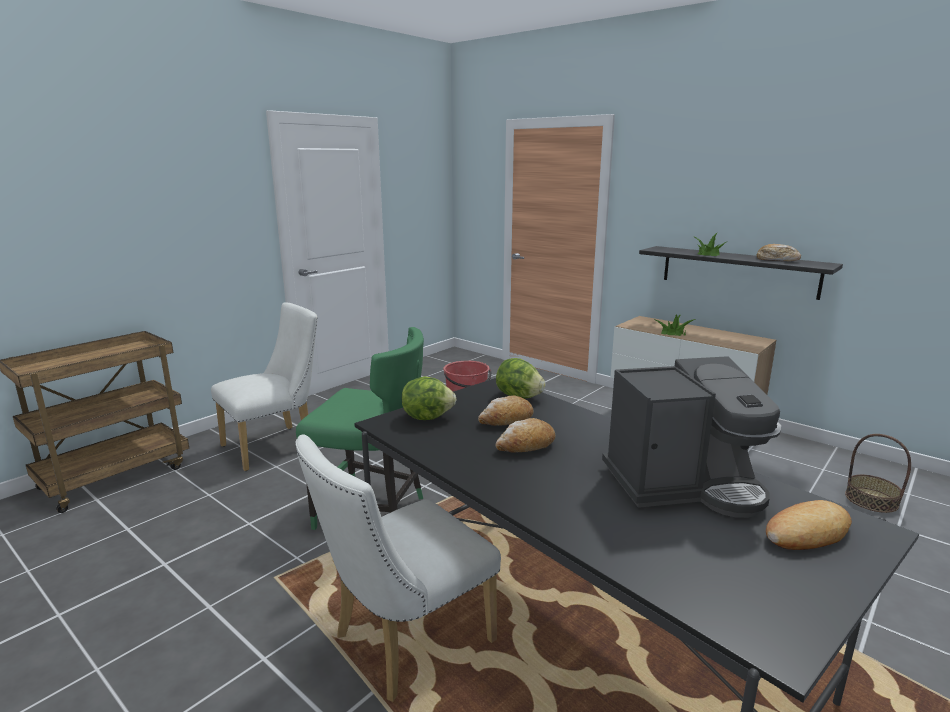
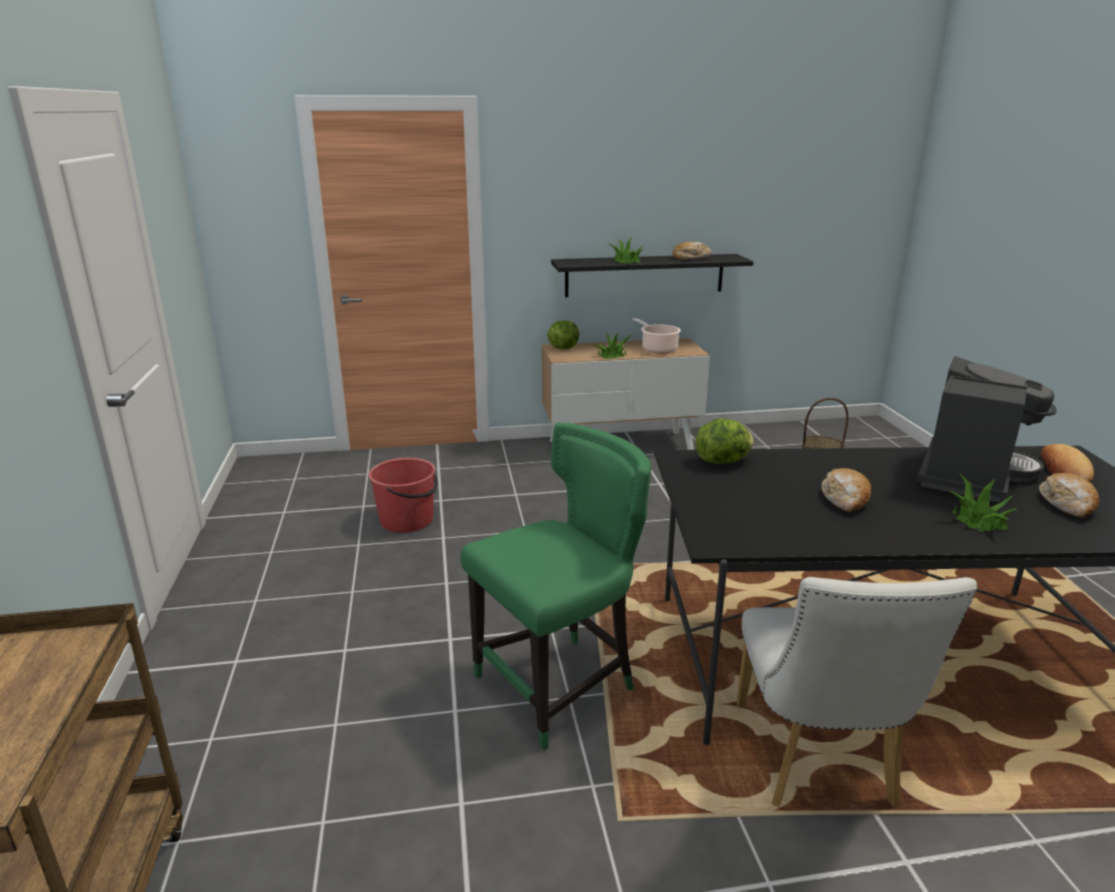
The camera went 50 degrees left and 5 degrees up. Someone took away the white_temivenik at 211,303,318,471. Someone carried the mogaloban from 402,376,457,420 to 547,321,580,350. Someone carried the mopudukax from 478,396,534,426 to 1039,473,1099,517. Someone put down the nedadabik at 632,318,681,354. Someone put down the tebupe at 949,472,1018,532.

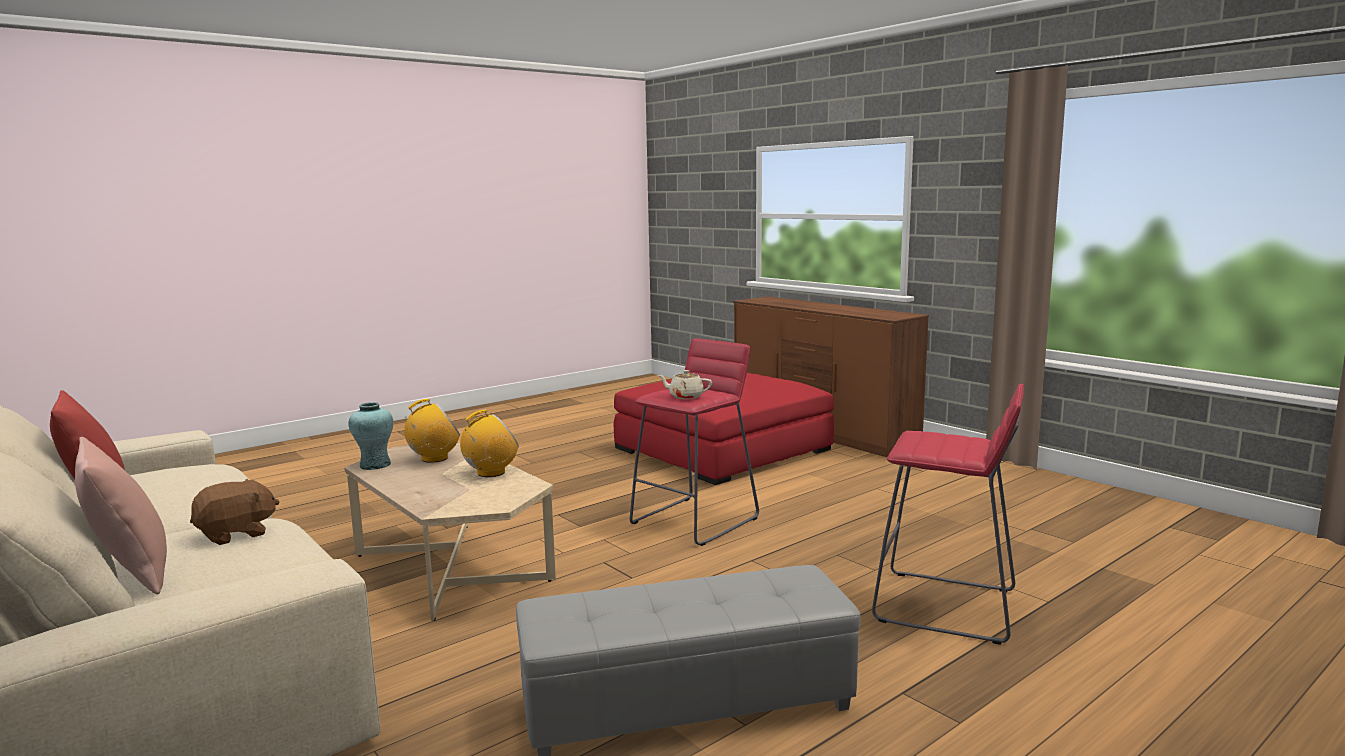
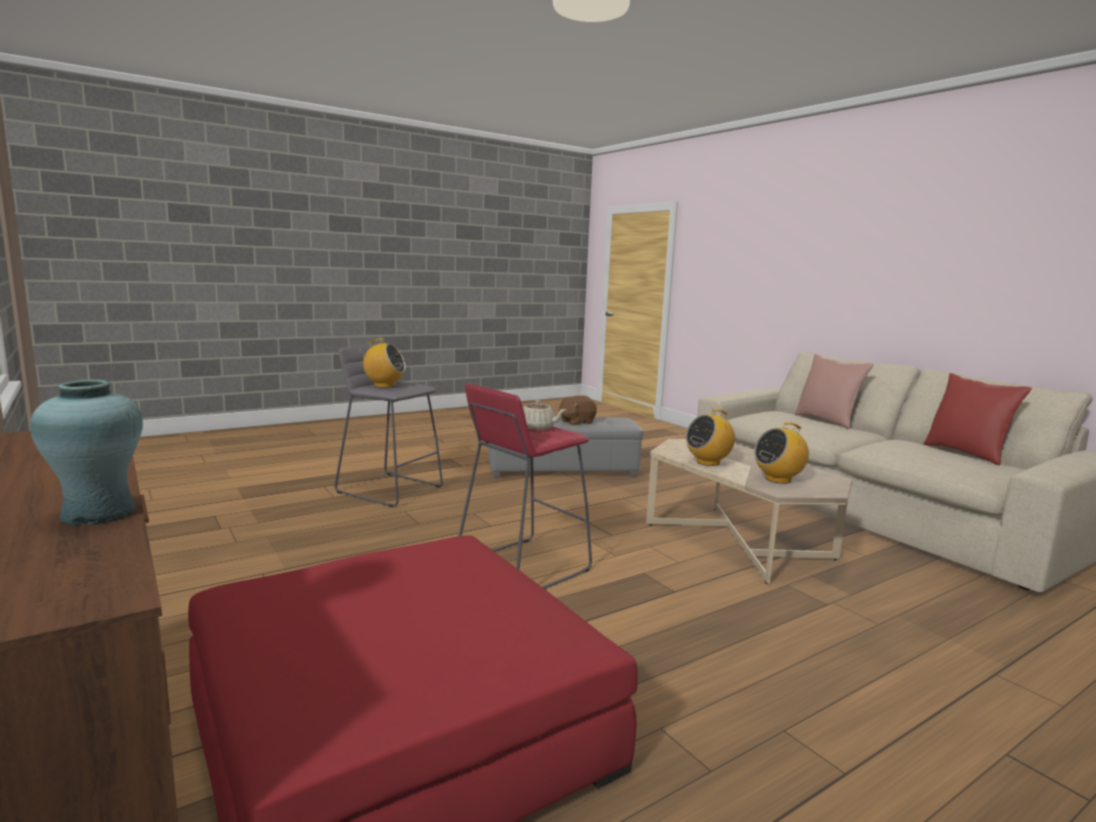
The camera went 175 degrees left and 0 degrees up. Someone carried the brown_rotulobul from 190,479,280,545 to 559,395,597,426. Someone carried the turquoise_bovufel from 348,402,393,470 to 30,379,143,526. Someone repainted the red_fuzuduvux at 872,384,1024,645, which became the grey_fuzuduvux at 335,344,443,507. Someone put down the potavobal at 358,338,406,388.

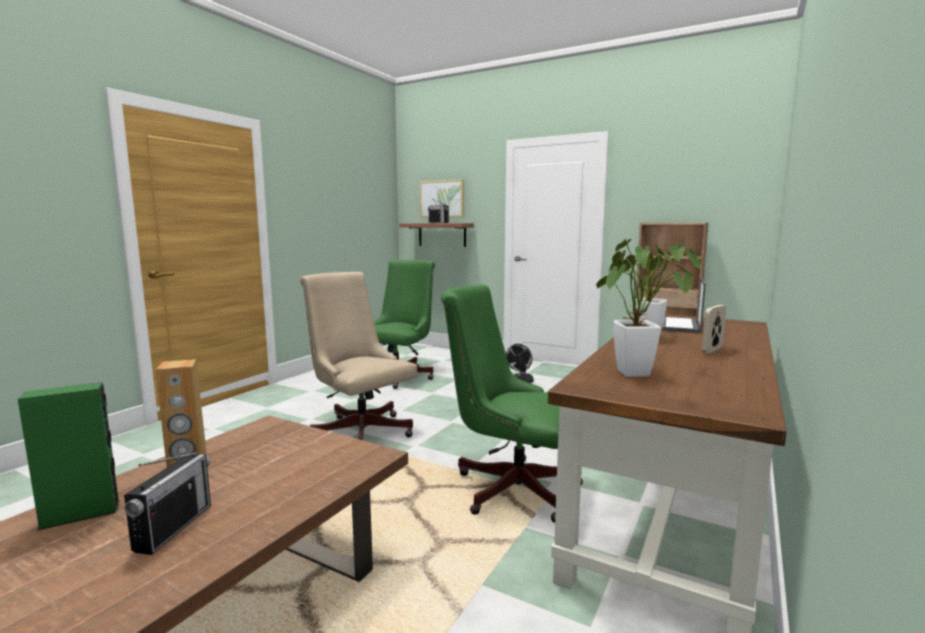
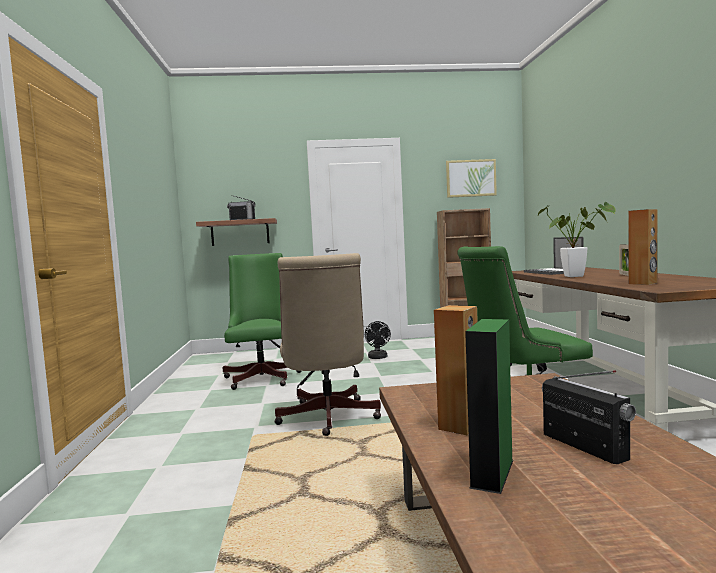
The camera went 35 degrees left and 5 degrees down. Someone rotated the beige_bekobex at 300,272,417,440 by 105 degrees counterclockwise. Someone carried the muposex from 419,179,464,218 to 446,159,497,198. Someone swapped the tebupe at 596,245,693,377 for the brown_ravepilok at 628,209,657,285.

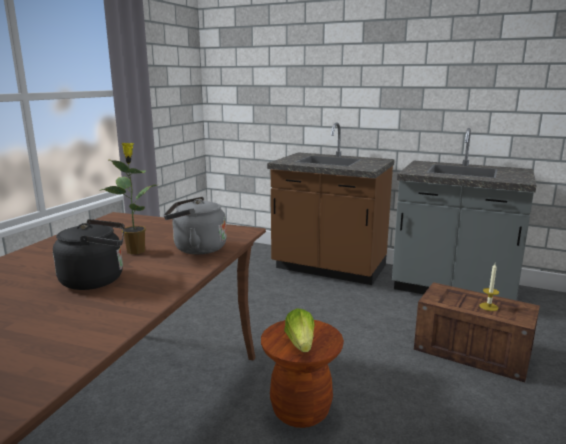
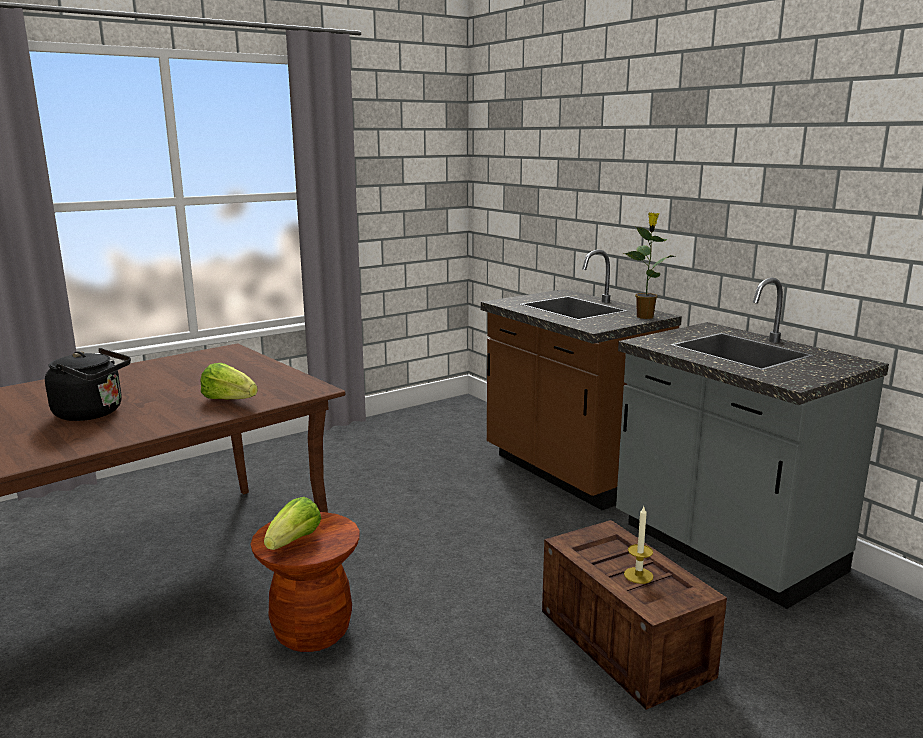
The camera went 30 degrees right and 0 degrees up. Someone carried the tebupe from 99,143,157,254 to 624,213,676,319. Someone swapped the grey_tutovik at 164,197,227,255 for the mogaloban at 200,363,258,399.

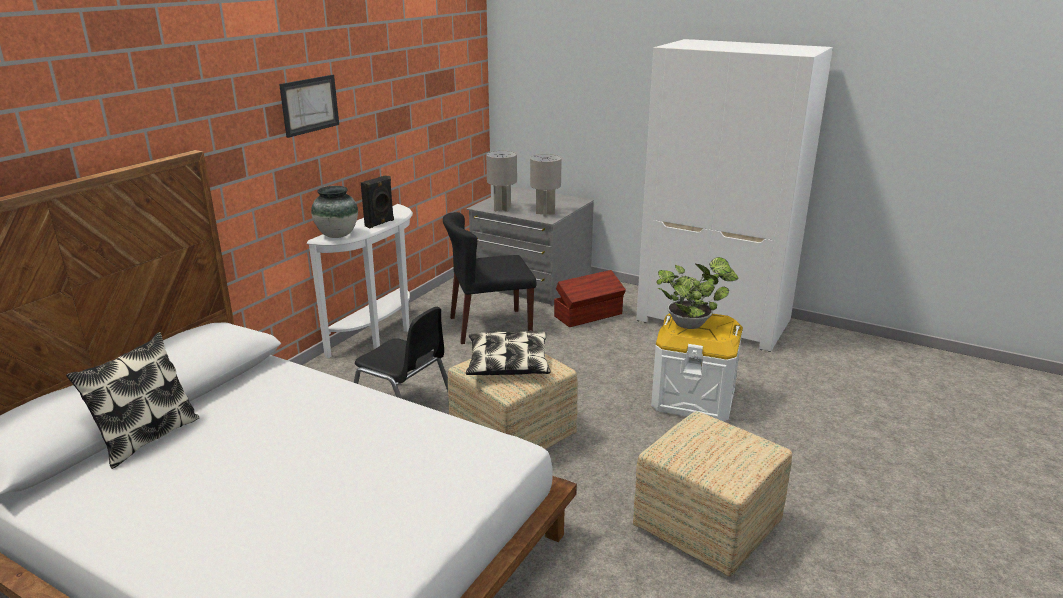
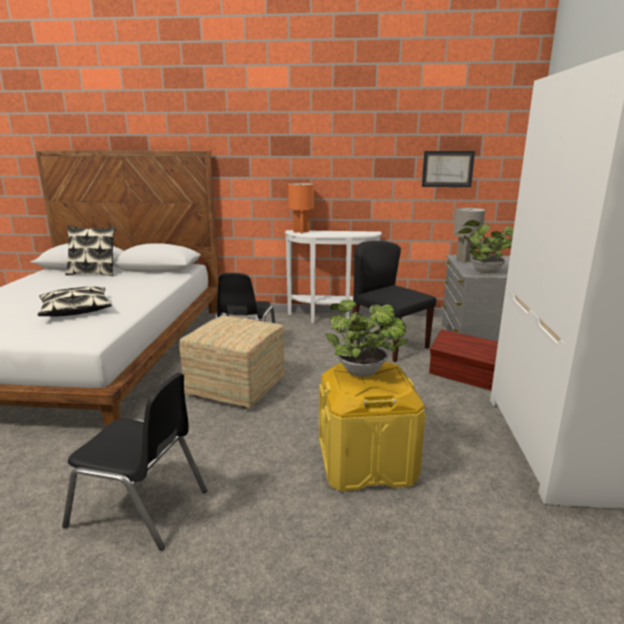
The camera went 65 degrees right and 5 degrees down. Someone carried the muposex from 279,75,339,138 to 422,151,475,187. Someone swapped the bovufel at 311,186,358,238 for the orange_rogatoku at 288,183,314,233. Someone took away the black_ravepilok at 361,176,394,228. Someone carried the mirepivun from 466,331,551,375 to 38,286,112,316. Someone swapped the grey_rogatoku at 530,154,562,217 for the tebupe at 455,220,514,273. Someone swapped the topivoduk at 633,411,792,577 for the black_temivenik at 62,373,207,551. Someone repainted the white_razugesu at 651,313,743,421, which became the yellow_razugesu at 319,361,426,491.

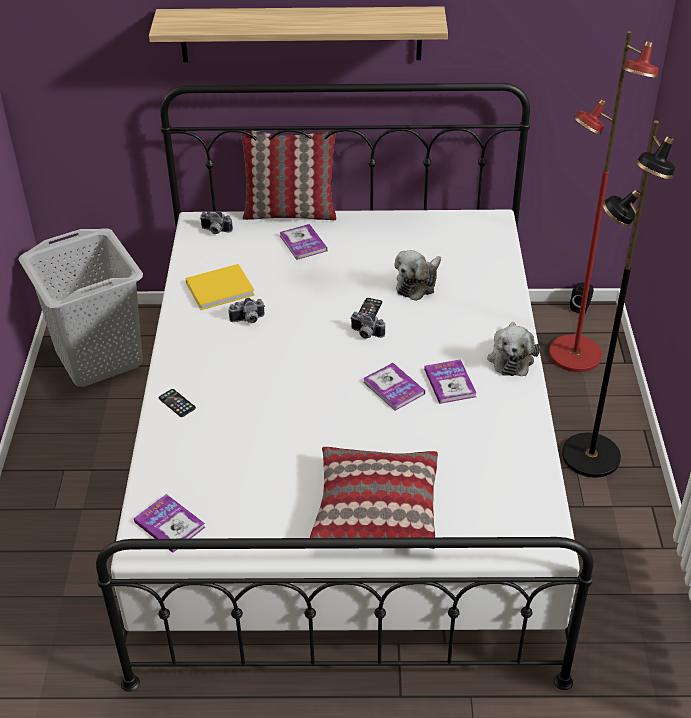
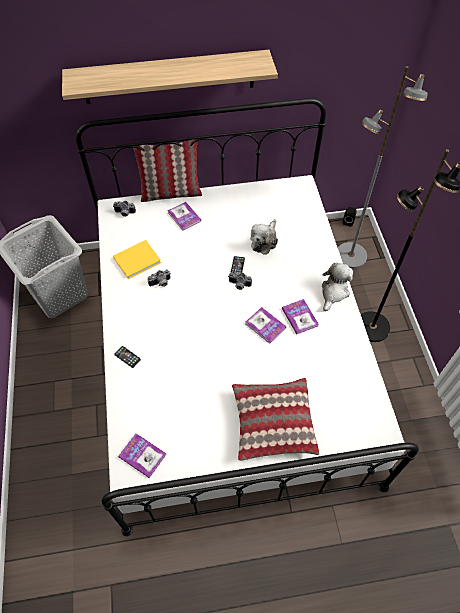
The camera went 10 degrees left and 15 degrees up. Someone rotated the rotulobul at 487,322,540,376 by 150 degrees counterclockwise. Someone repainted the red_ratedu at 549,31,658,372, which became the grey_ratedu at 337,66,428,268.

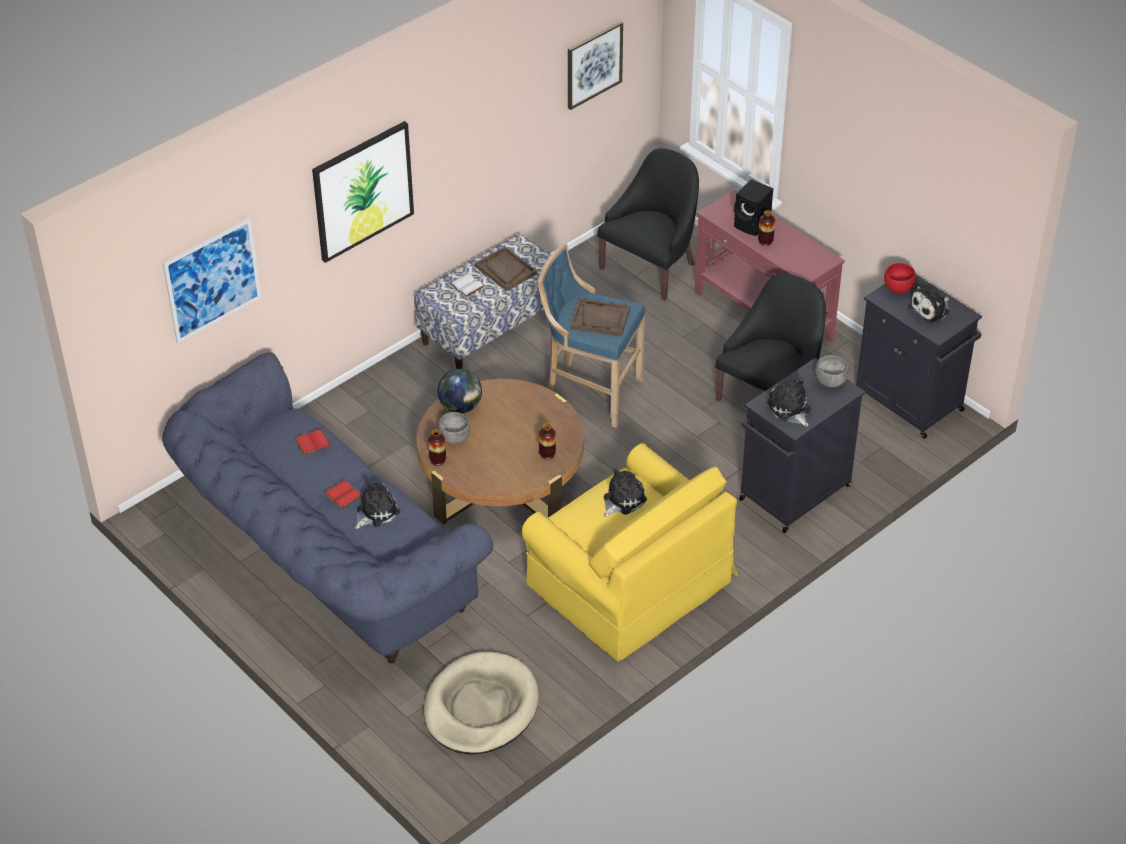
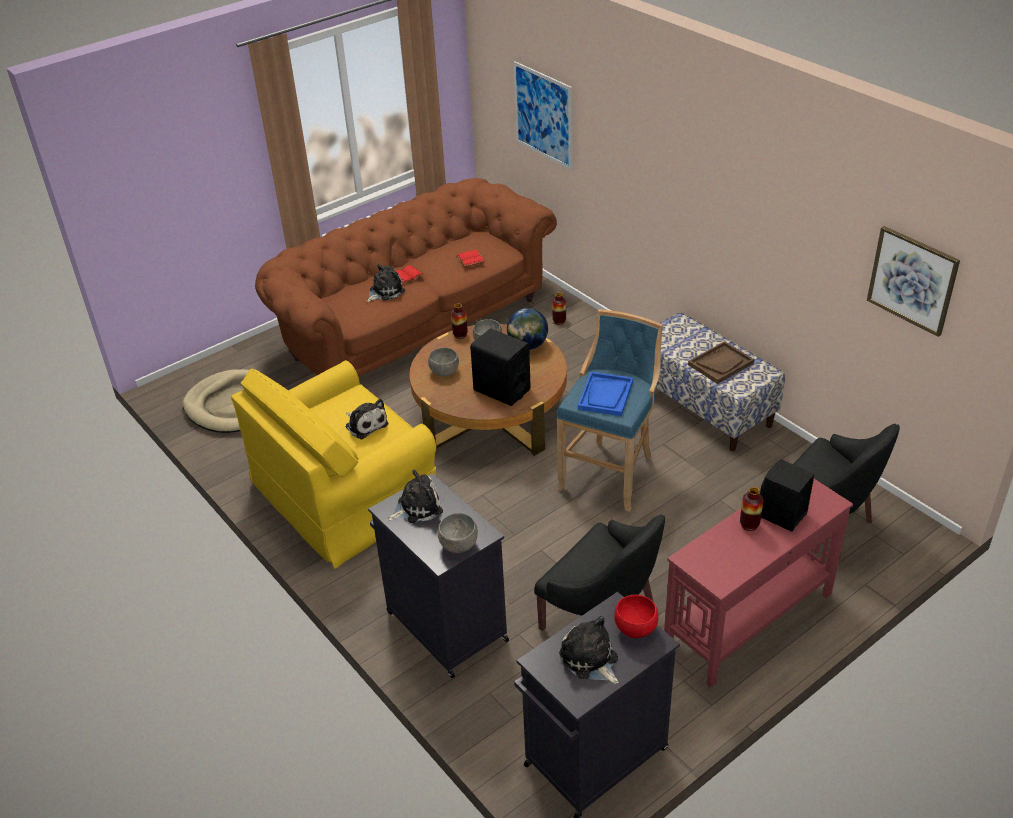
The camera went 95 degrees right and 5 degrees down. Someone repainted the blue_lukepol at 162,352,493,663, which became the brown_lukepol at 255,178,557,377. Someone took away the muposex at 312,121,414,263. Someone rotated the rotulobul at 355,481,400,529 by 90 degrees counterclockwise. Someone took away the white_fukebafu at 449,273,484,297. Someone carried the bovufel from 539,423,556,460 to 552,293,566,325. Someone repainted the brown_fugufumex at 570,298,630,337, which became the blue_fugufumex at 578,372,633,416. Someone put down the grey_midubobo at 428,348,459,377. Someone put down the black_ravepilok at 470,328,531,406.

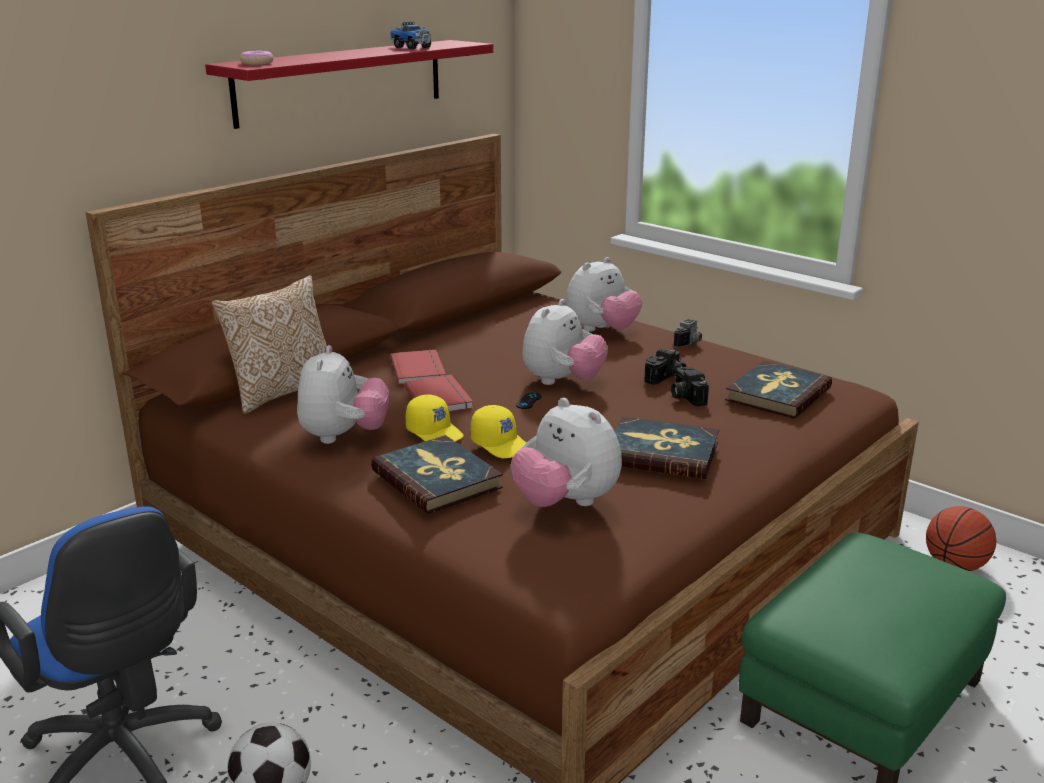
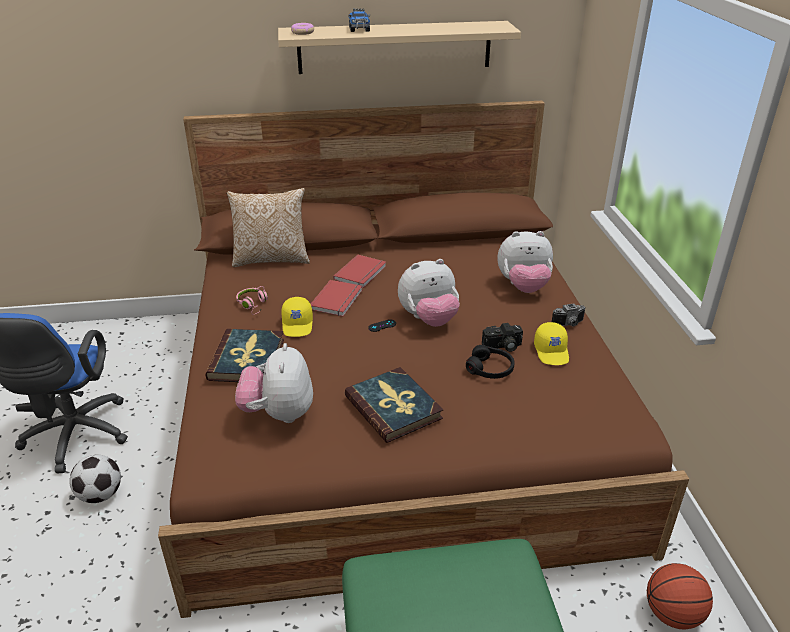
The camera went 40 degrees right and 10 degrees up. Someone repainted the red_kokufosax at 205,40,493,129, which became the beige_kokufosax at 278,21,521,74. Someone swapped the rotulobul at 297,345,389,444 for the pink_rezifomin at 236,286,268,315. Someone carried the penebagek from 390,21,431,50 to 348,8,370,32. Someone carried the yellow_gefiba from 470,405,526,458 to 534,322,569,365. Someone swapped the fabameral at 671,367,709,406 for the black_rezifomin at 466,345,515,379. Someone took away the fukebafu at 725,361,832,418.

